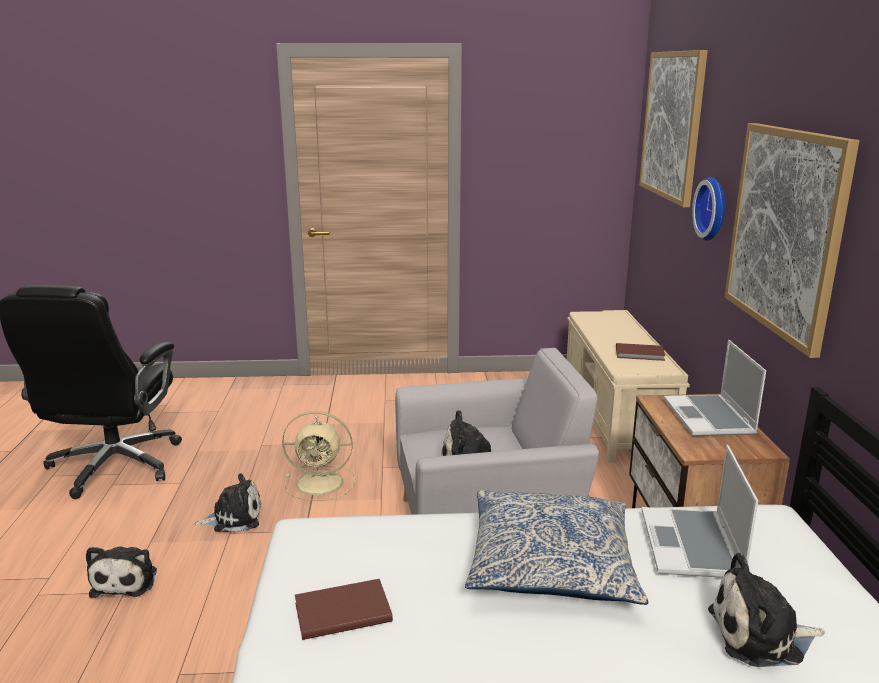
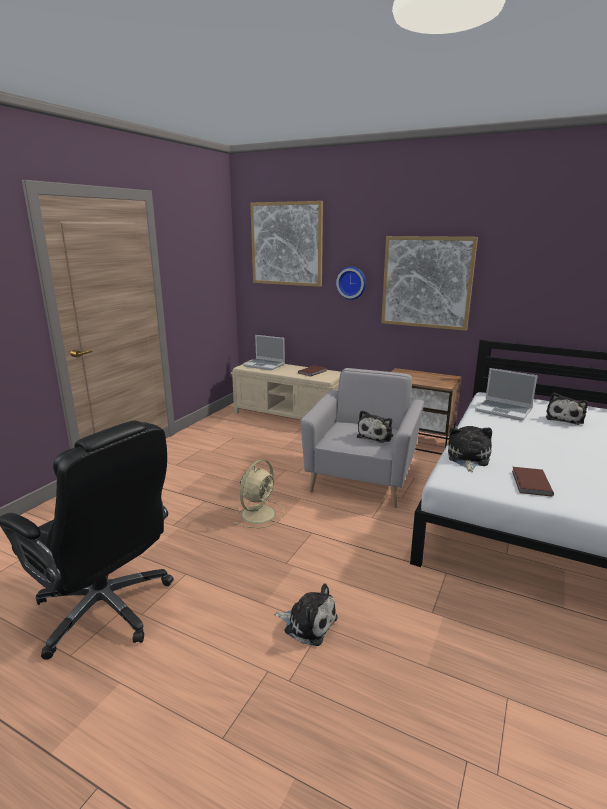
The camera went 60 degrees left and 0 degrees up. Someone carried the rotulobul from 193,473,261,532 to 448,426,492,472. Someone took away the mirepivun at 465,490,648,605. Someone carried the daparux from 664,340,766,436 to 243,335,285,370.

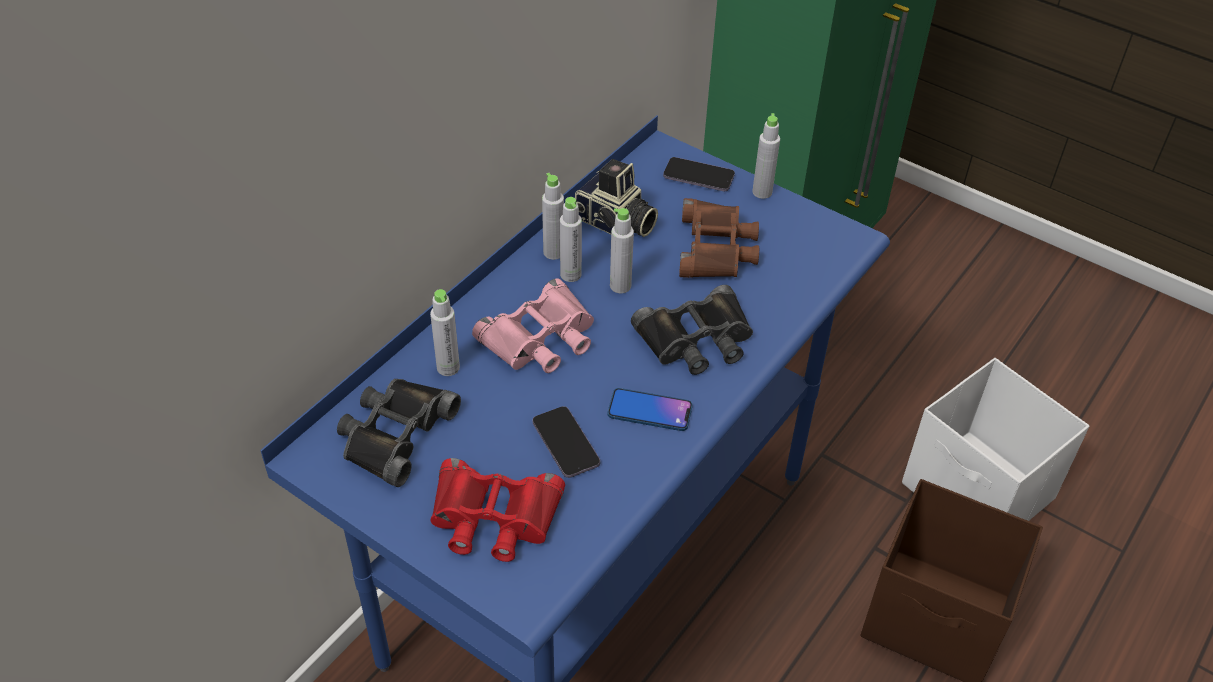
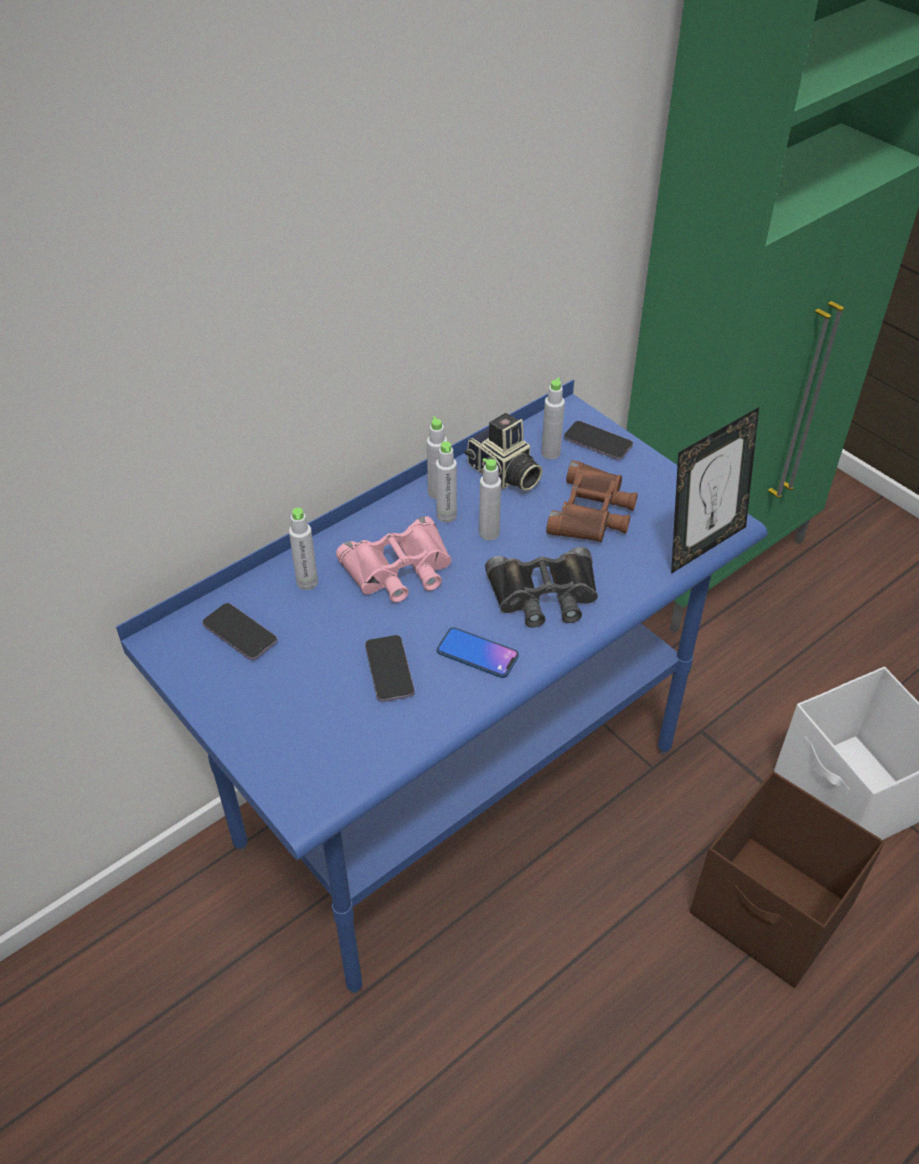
The camera went 15 degrees right and 0 degrees up. Someone swapped the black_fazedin at 337,379,461,487 for the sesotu at 202,603,277,660. Someone took away the red_fazedin at 430,458,565,562. Someone carried the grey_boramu from 752,113,780,199 to 541,377,565,459. Someone put down the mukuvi at 671,407,759,574.

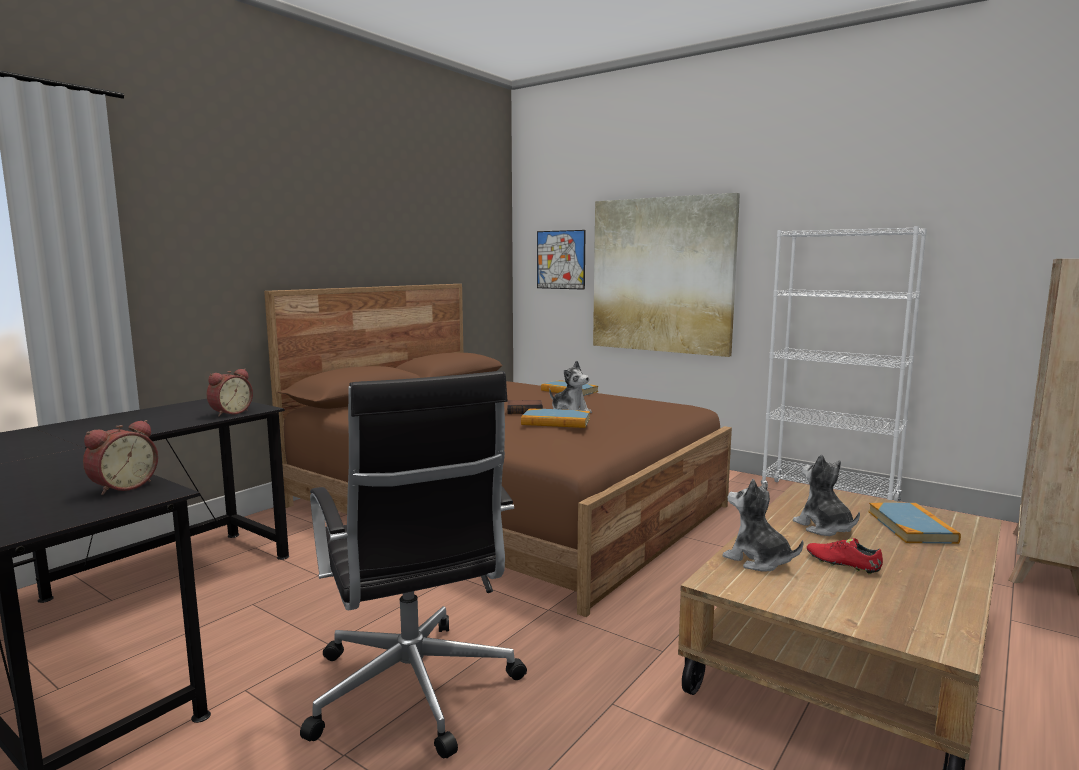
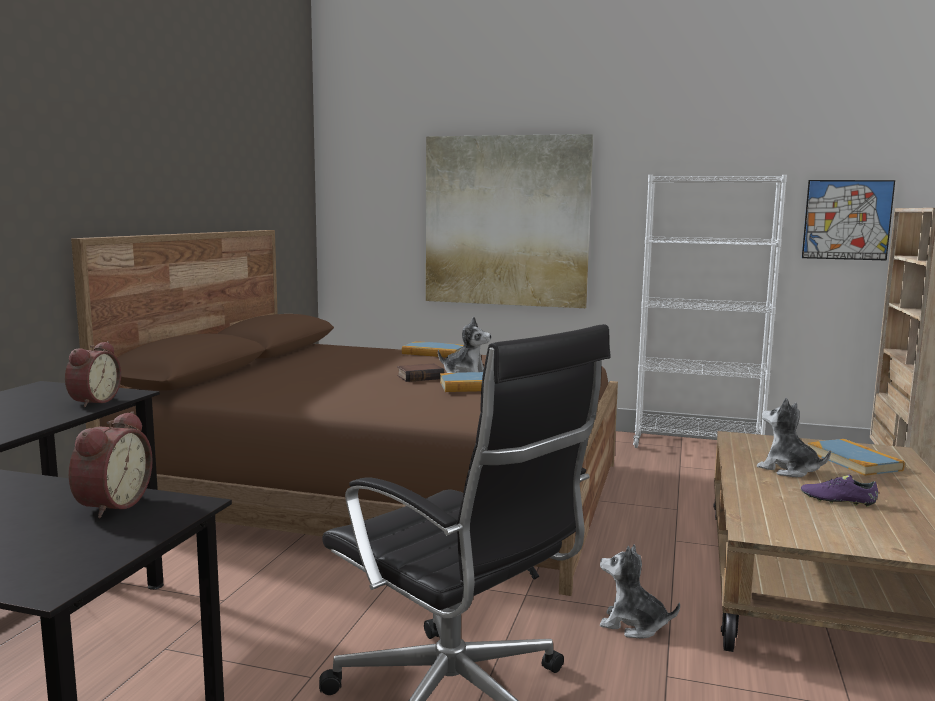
The camera went 20 degrees left and 0 degrees up. Someone carried the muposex from 537,230,586,290 to 802,180,895,261. Someone carried the rotulobul from 722,479,803,571 to 600,545,680,639. Someone repainted the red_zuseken at 807,538,883,575, which became the purple_zuseken at 801,474,878,507.

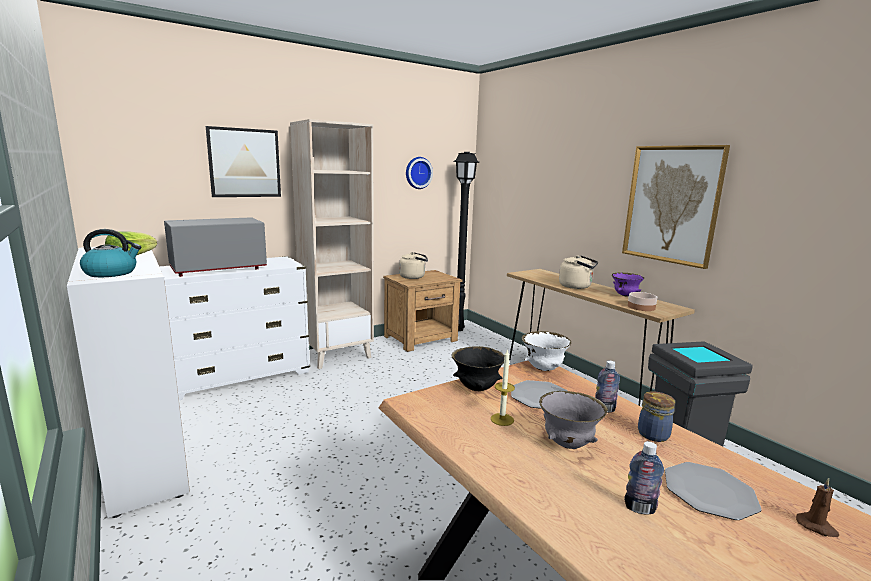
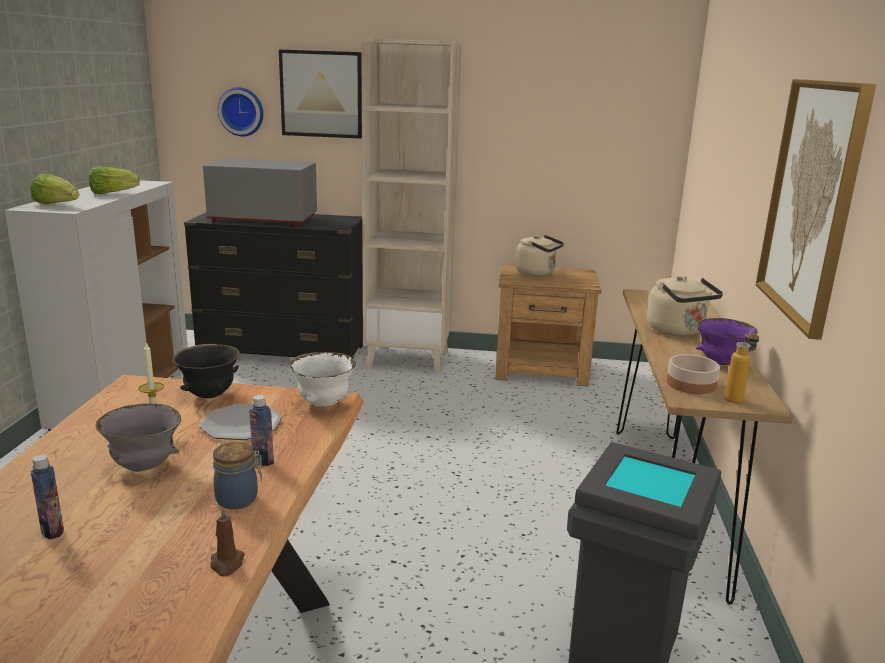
The camera went 40 degrees right and 5 degrees up. Someone swapped the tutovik at 80,229,141,277 for the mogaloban at 31,174,79,204. Someone repainted the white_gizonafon at 159,256,310,400, which became the black_gizonafon at 184,213,363,358. Someone carried the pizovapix from 406,157,433,189 to 218,87,263,137. Someone took away the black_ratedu at 454,152,479,331. Someone took away the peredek at 665,462,762,520. Someone carried the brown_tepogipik from 796,478,839,537 to 211,507,245,577. Someone put down the boramu at 725,328,759,403.

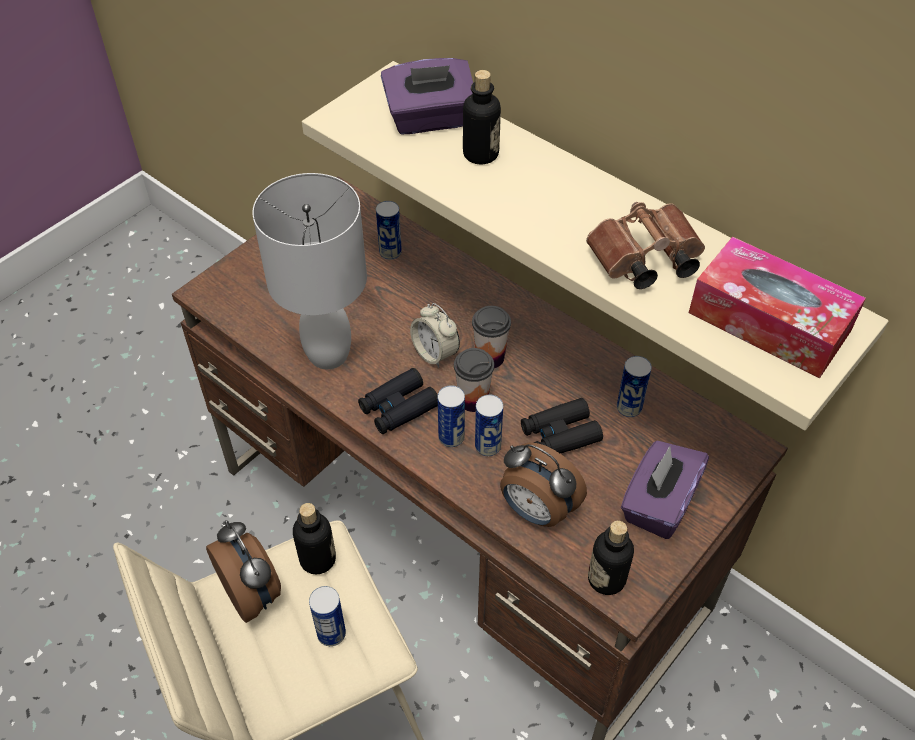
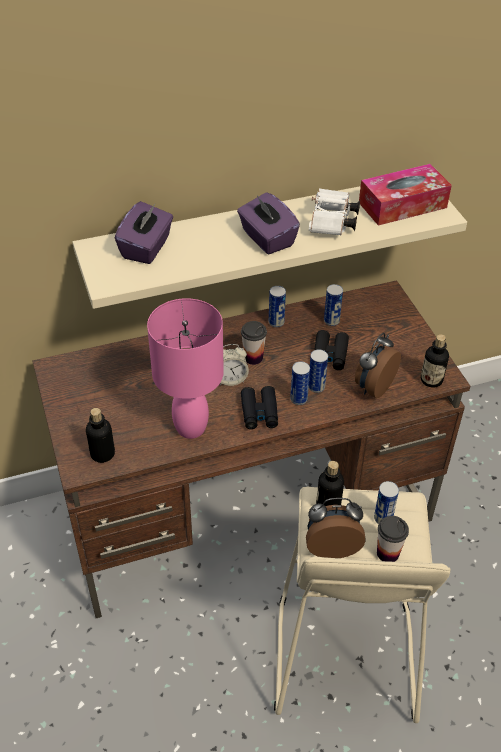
The camera went 60 degrees left and 5 degrees down. Someone repainted the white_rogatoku at 252,173,367,369, which became the pink_rogatoku at 147,298,224,439. Someone carried the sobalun from 376,201,402,260 to 269,286,286,327. Someone carried the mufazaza from 454,348,494,412 to 377,516,409,562. Someone carried the boramu from 463,70,501,164 to 86,408,115,463. Someone rotated the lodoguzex at 500,443,587,527 by 150 degrees clockwise. Someone repainted the brown_fazedin at 586,202,705,289, which became the white_fazedin at 309,188,360,235. Someone carried the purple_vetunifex from 621,441,709,539 to 237,192,300,254.

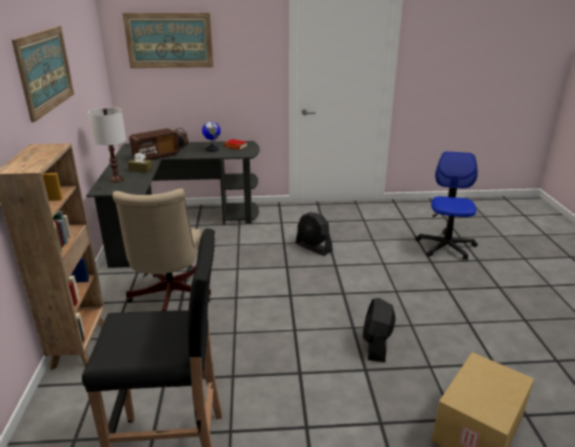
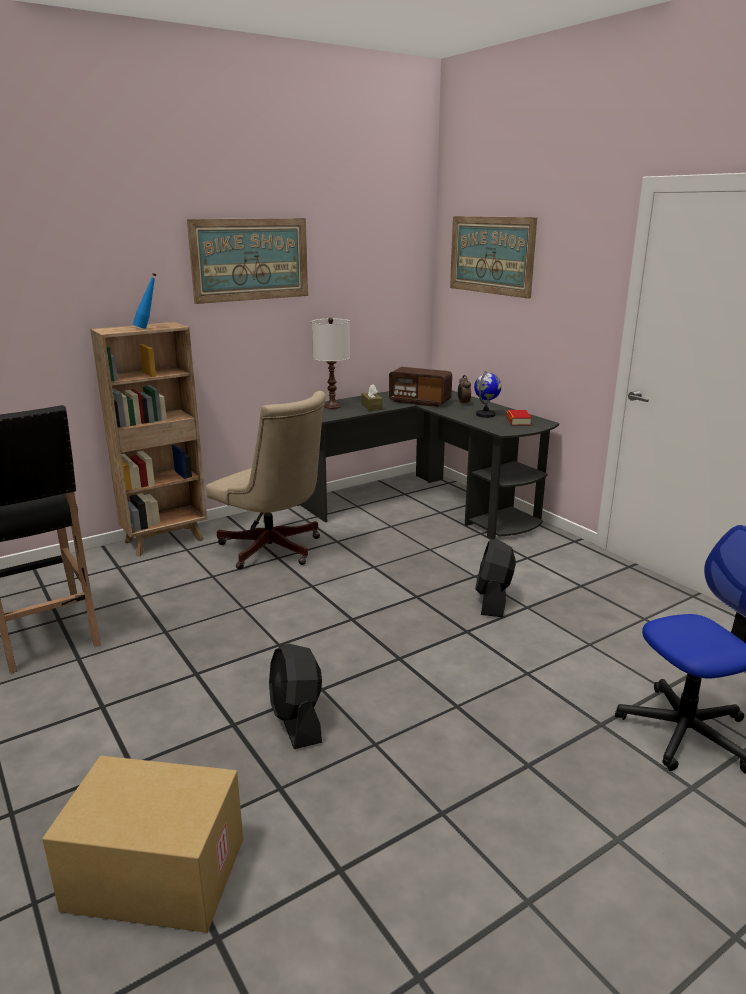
The camera went 60 degrees right and 5 degrees down. Someone rotated the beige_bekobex at 113,188,211,311 by 105 degrees counterclockwise. Someone rotated the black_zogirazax at 363,298,396,362 by 90 degrees counterclockwise. Someone put down the blue_boramu at 133,273,156,329.

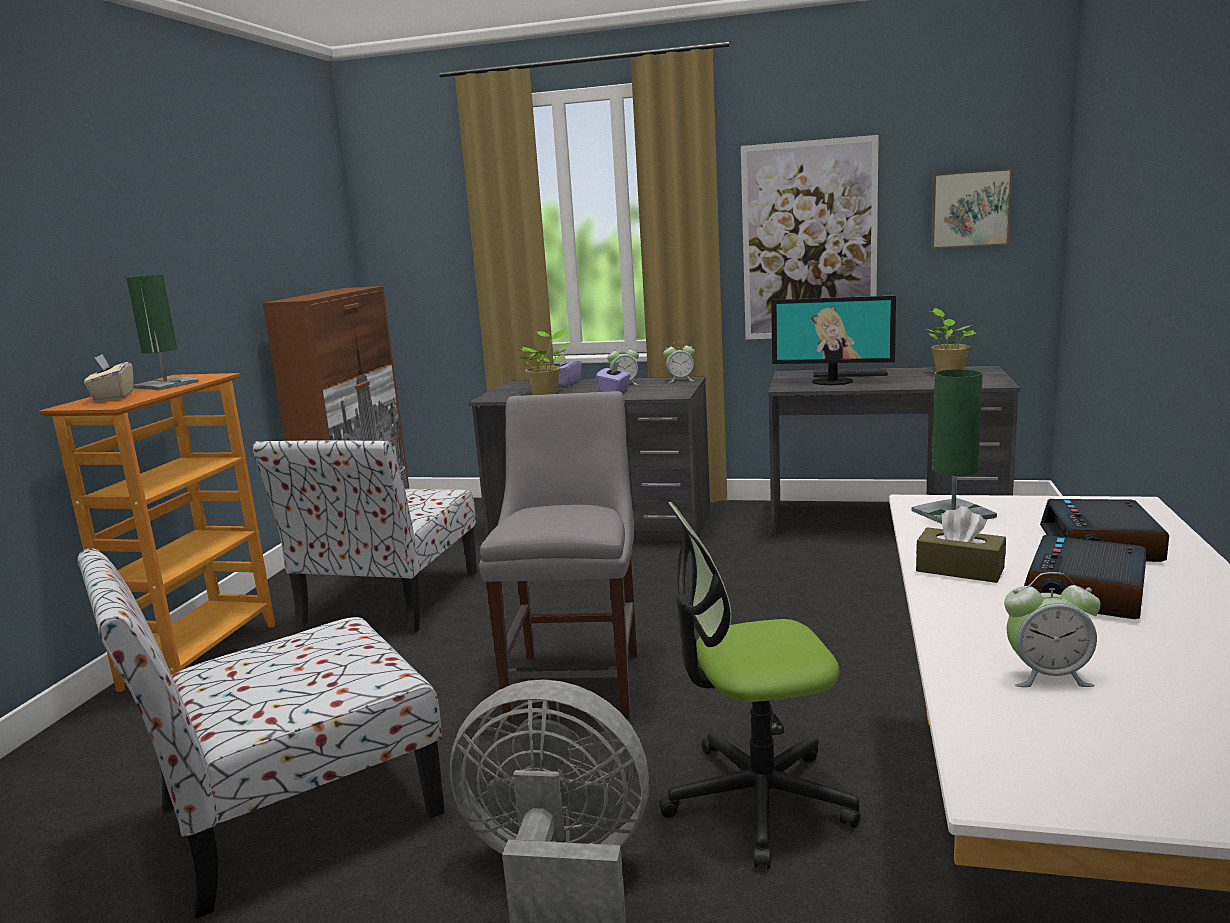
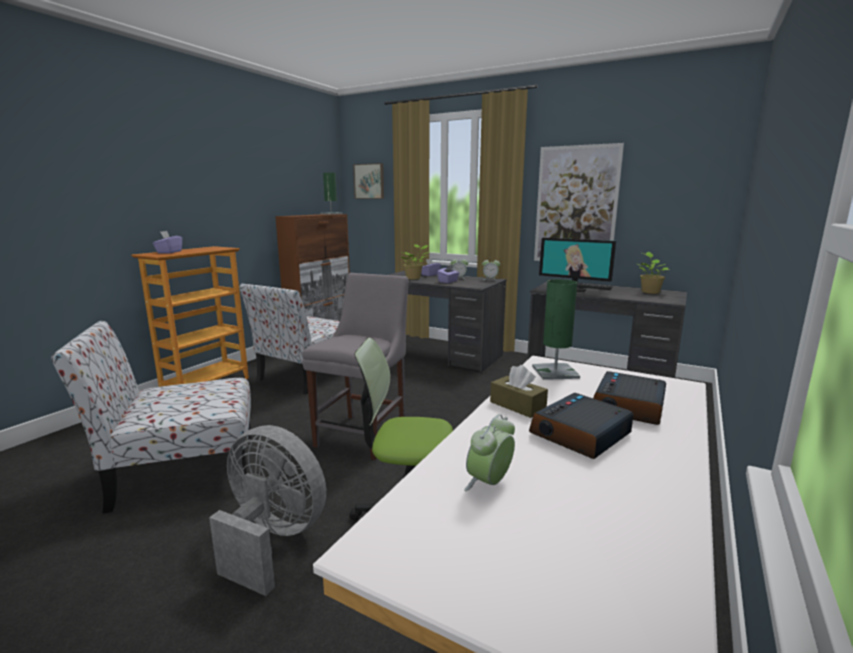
The camera went 15 degrees right and 0 degrees up. Someone repainted the beige_vetunifex at 84,354,134,402, which became the purple_vetunifex at 153,231,182,253. Someone carried the green_rogatoku from 126,274,199,390 to 320,173,342,215. Someone carried the muposex from 931,168,1013,249 to 353,163,384,199. Someone rotated the lodoguzex at 1004,572,1101,687 by 105 degrees clockwise.

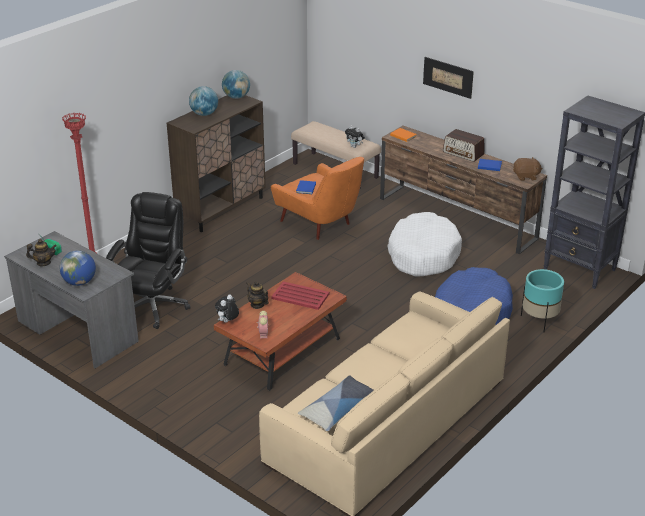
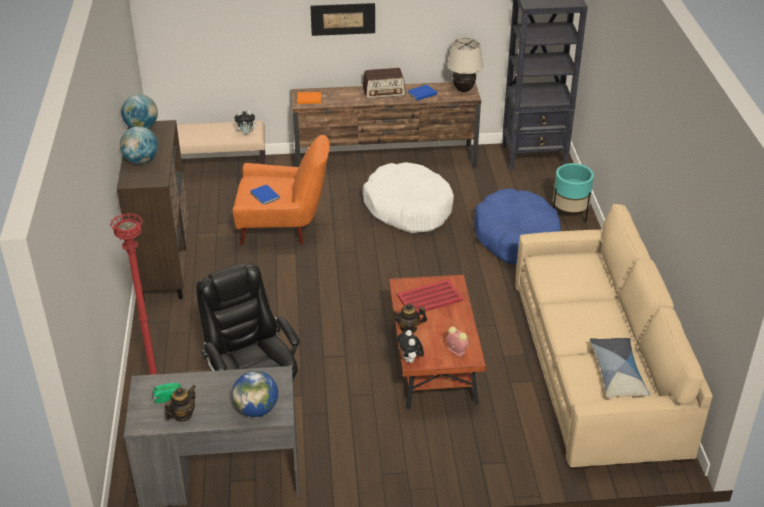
The camera went 45 degrees left and 5 degrees up. Someone swapped the brown_rotulobul at 513,157,543,181 for the beige_rogatoku at 447,38,483,92.

